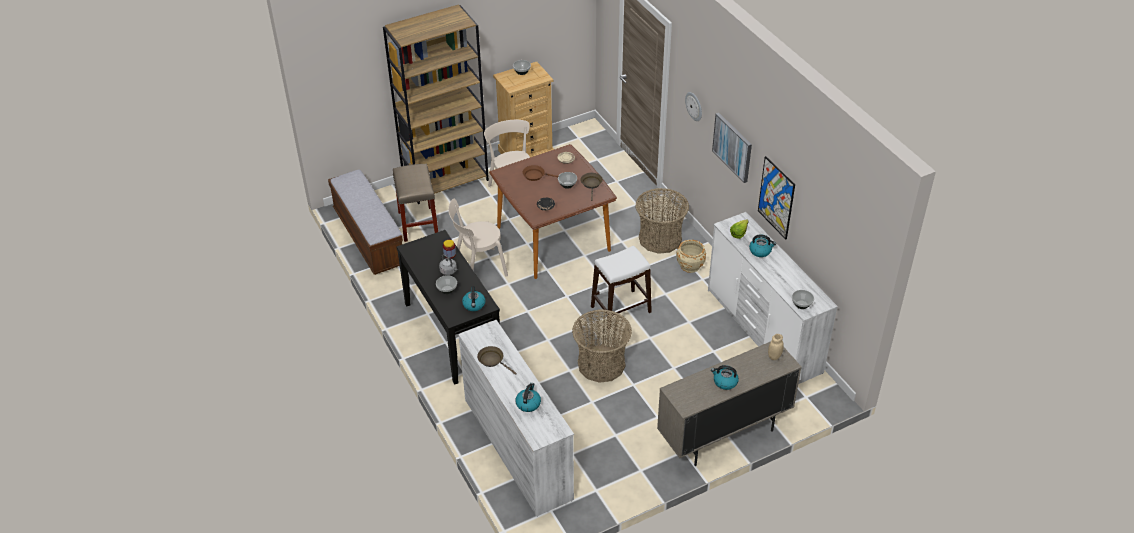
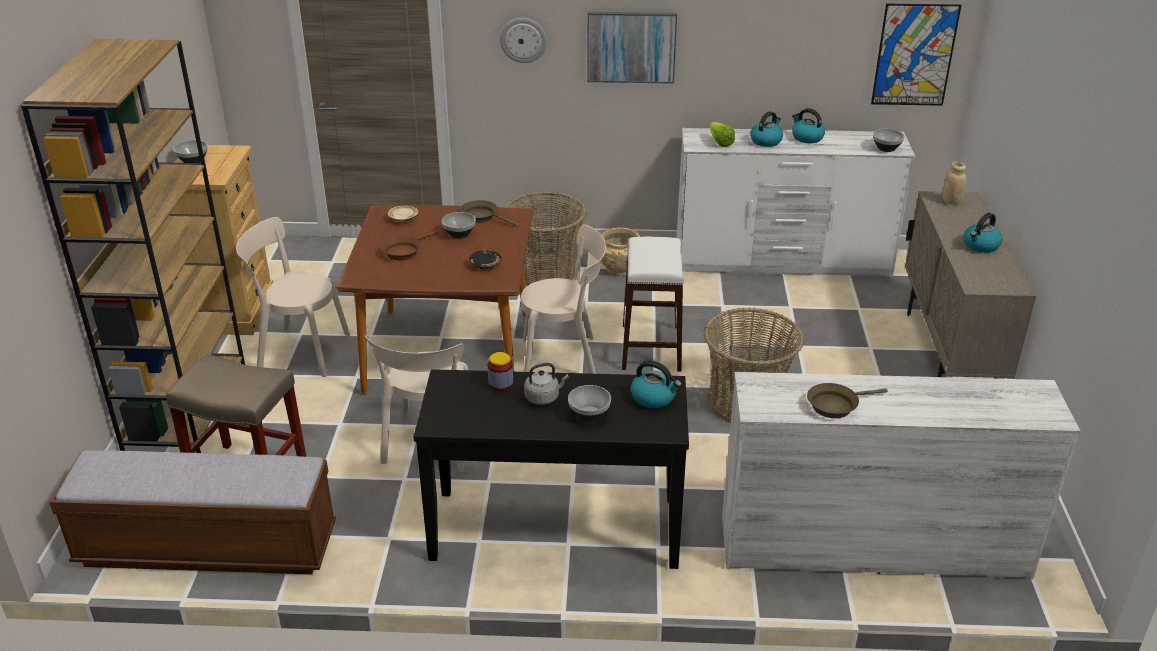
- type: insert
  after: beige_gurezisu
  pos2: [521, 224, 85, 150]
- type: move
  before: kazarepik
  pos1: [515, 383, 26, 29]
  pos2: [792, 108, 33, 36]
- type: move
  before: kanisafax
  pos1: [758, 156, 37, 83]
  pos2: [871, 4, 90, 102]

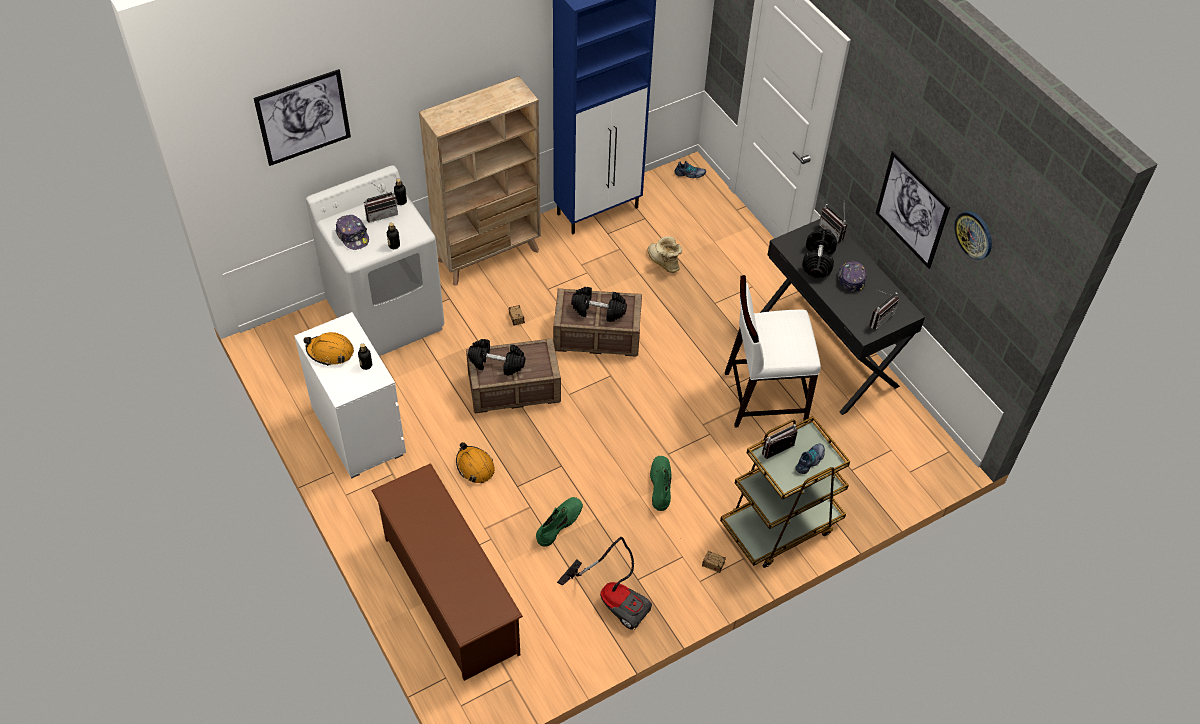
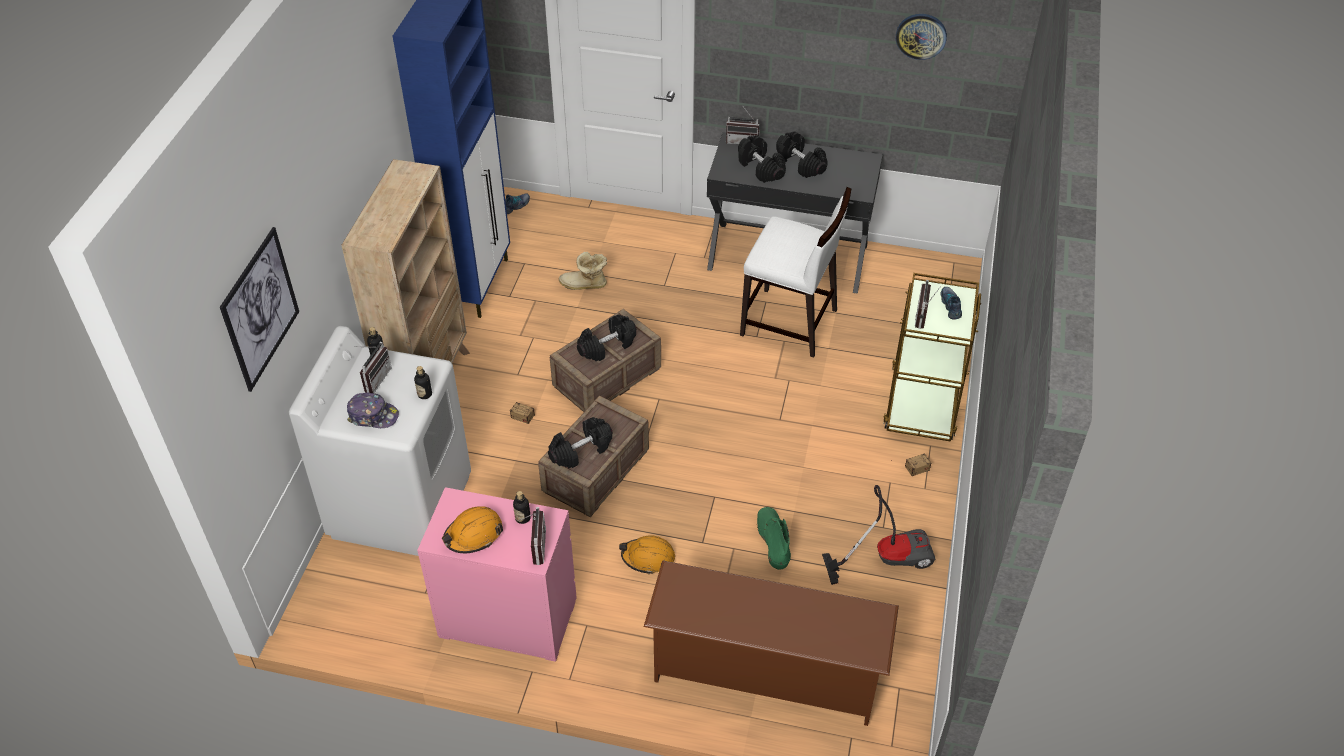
- type: delete
  before: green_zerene
  pos1: [650, 456, 22, 55]
- type: delete
  before: kanisafax
  pos1: [876, 151, 74, 118]
- type: move
  before: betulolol
  pos1: [869, 290, 30, 40]
  pos2: [518, 507, 28, 58]
- type: replace
  before: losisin
  after: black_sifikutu
  pos1: [838, 261, 29, 31]
  pos2: [776, 131, 52, 47]
- type: recolor
  before: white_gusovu
  after: pink_gusovu
  pos1: [294, 312, 112, 166]
  pos2: [417, 487, 160, 175]
- type: rotate
  before: white_gurezisu
  pos1: [725, 275, 96, 152]
  pos2: [740, 187, 111, 170]
  turn: -105

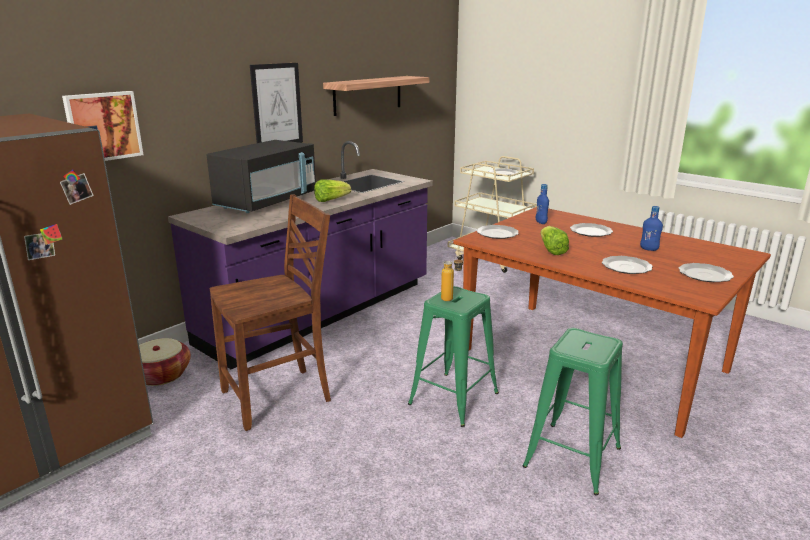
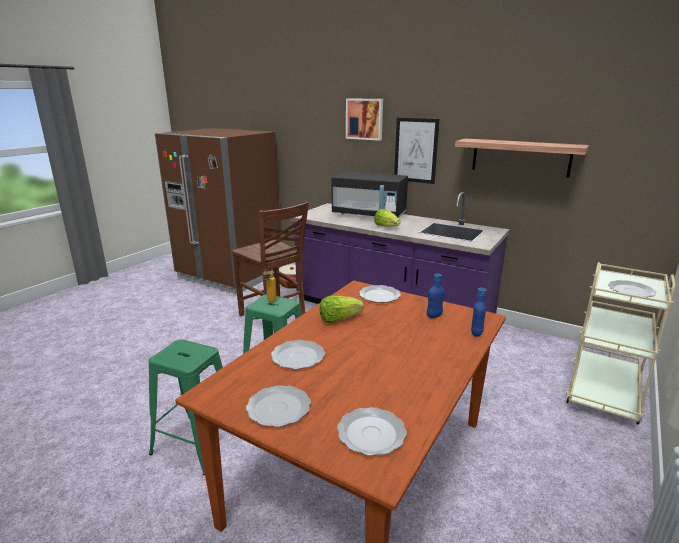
- type: move
  before: kanisafax
  pos1: [62, 91, 82, 70]
  pos2: [346, 98, 37, 43]
- type: move
  before: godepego
  pos1: [570, 223, 43, 14]
  pos2: [337, 407, 70, 49]
- type: move
  before: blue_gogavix
  pos1: [640, 206, 23, 45]
  pos2: [471, 288, 15, 49]

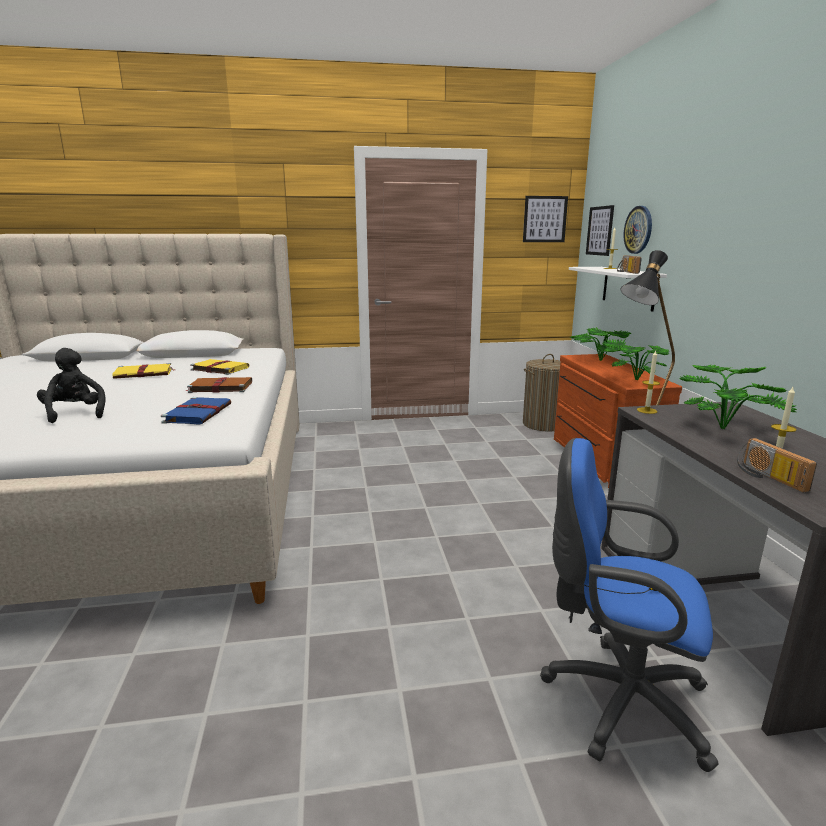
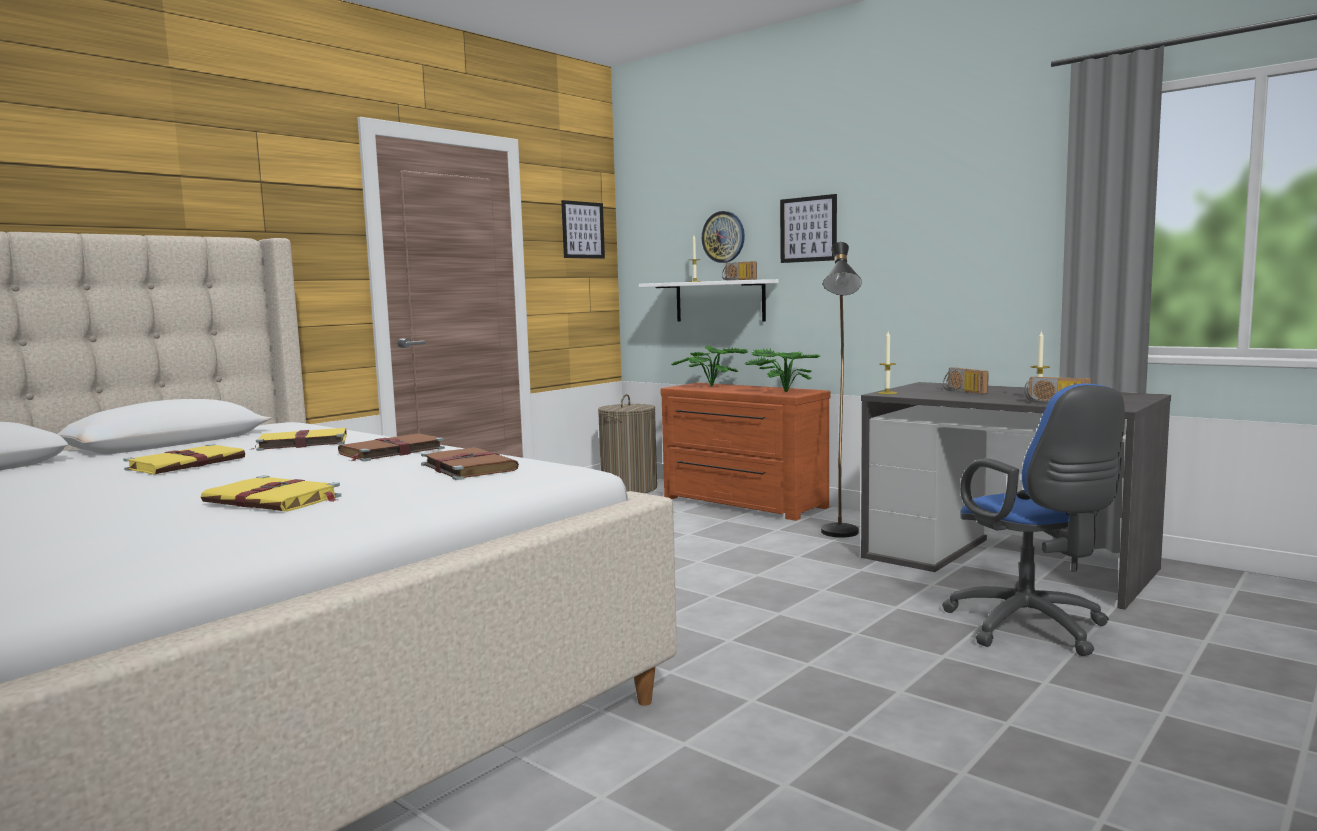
- type: move
  before: kanisafax
  pos1: [586, 205, 28, 51]
  pos2: [780, 194, 57, 69]
- type: replace
  before: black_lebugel
  after: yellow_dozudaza
  pos1: [37, 348, 69, 75]
  pos2: [201, 475, 140, 36]
- type: replace
  before: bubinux
  after: betulolol
  pos1: [680, 365, 118, 64]
  pos2: [943, 367, 46, 27]
- type: recolor
  before: blue_dozudaza
  after: brown_dozudaza
  pos1: [161, 397, 70, 27]
  pos2: [421, 447, 98, 33]
- type: rotate
  before: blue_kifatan
  pos1: [540, 438, 178, 334]
  pos2: [942, 383, 183, 273]
  turn: -90

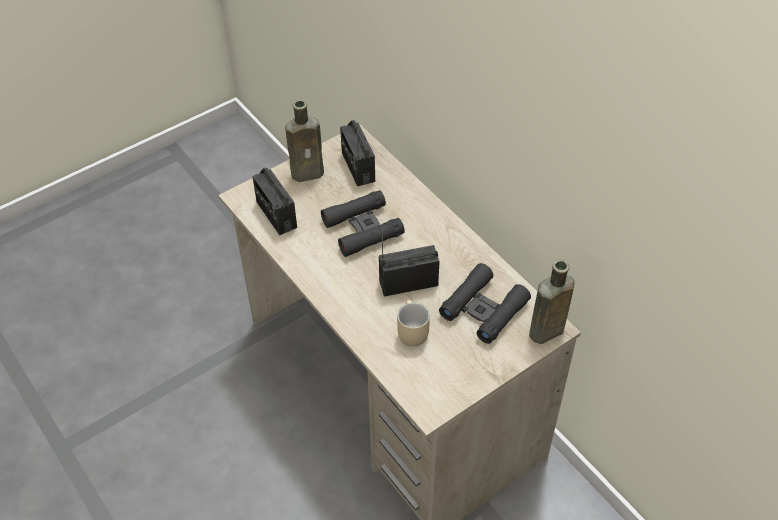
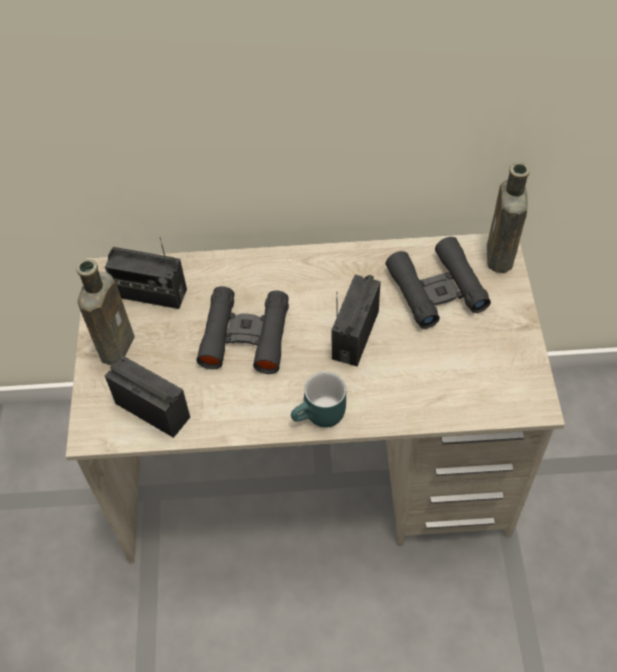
- type: delete
  before: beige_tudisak
  pos1: [397, 300, 33, 46]
- type: insert
  after: turquoise_tudisak
  pos2: [291, 372, 55, 55]
- type: rotate
  before: betulolol
  pos1: [252, 168, 45, 67]
  pos2: [105, 325, 85, 113]
  turn: -150

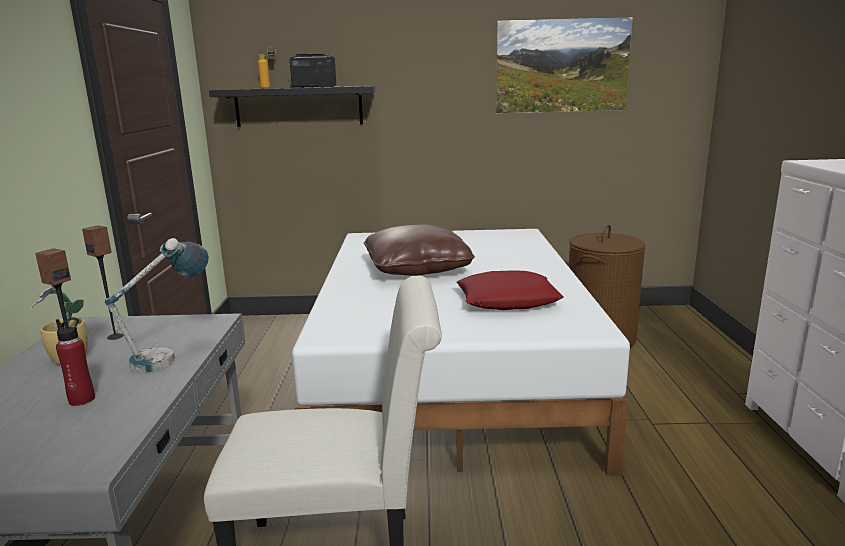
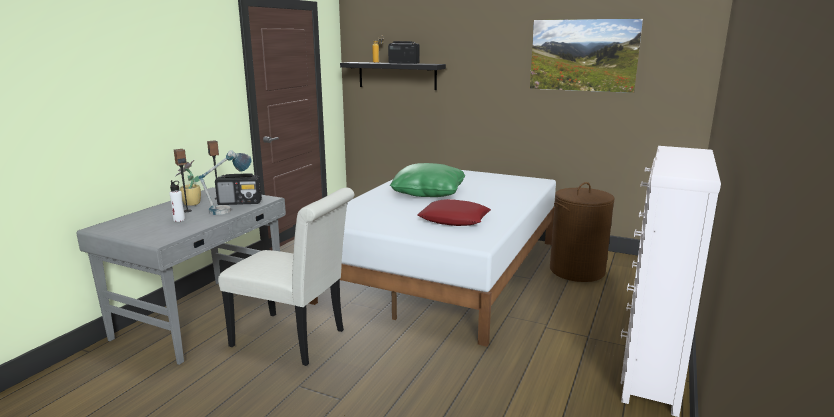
- type: insert
  after: betulolol
  pos2: [215, 173, 47, 32]
- type: recolor
  before: red_gogavix
  after: white_gogavix
  pos1: [56, 317, 39, 89]
  pos2: [169, 180, 16, 42]
- type: recolor
  before: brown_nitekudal
  after: green_nitekudal
  pos1: [364, 225, 111, 51]
  pos2: [390, 163, 75, 34]

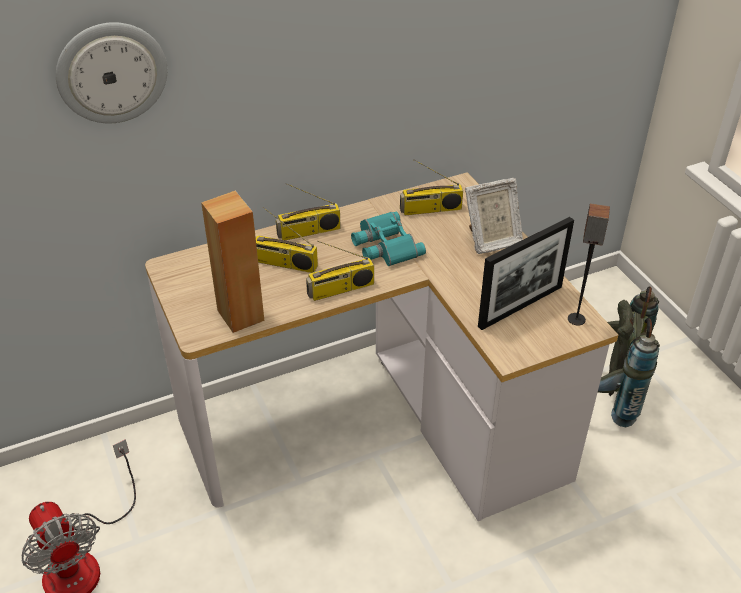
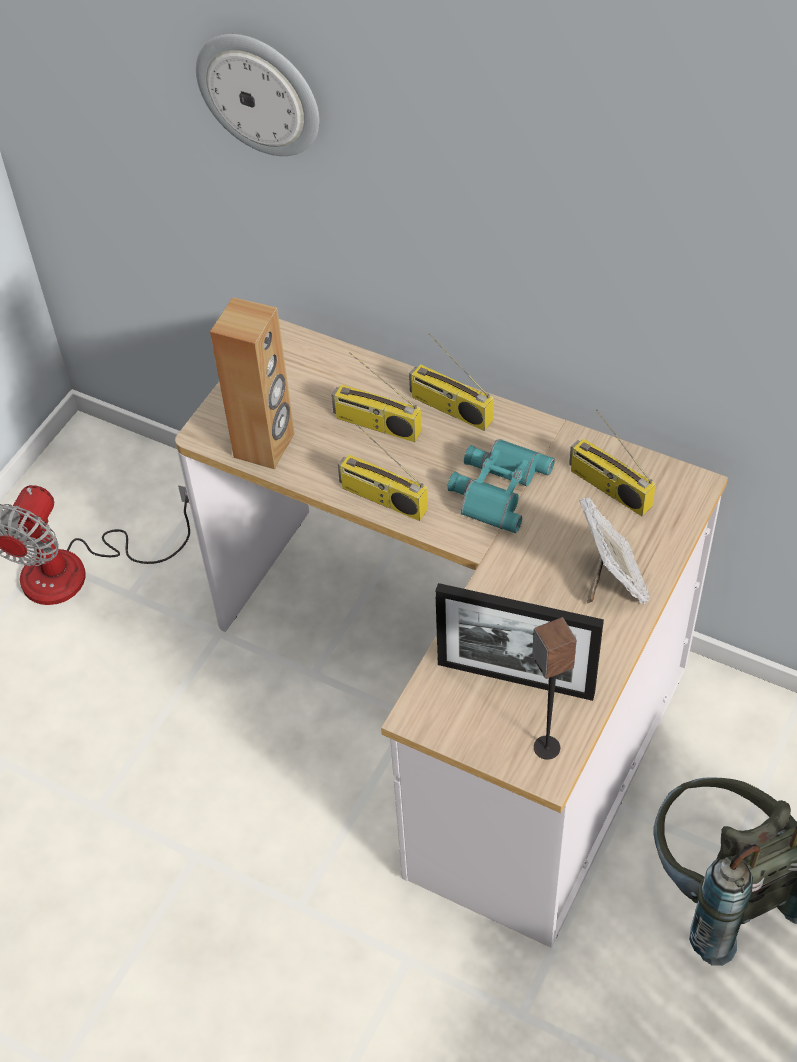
- type: rotate
  before: betulolol
  pos1: [256, 207, 62, 66]
  pos2: [332, 352, 90, 90]
  turn: -45
- type: rotate
  before: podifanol
  pos1: [465, 178, 58, 76]
  pos2: [579, 497, 71, 108]
  turn: -135

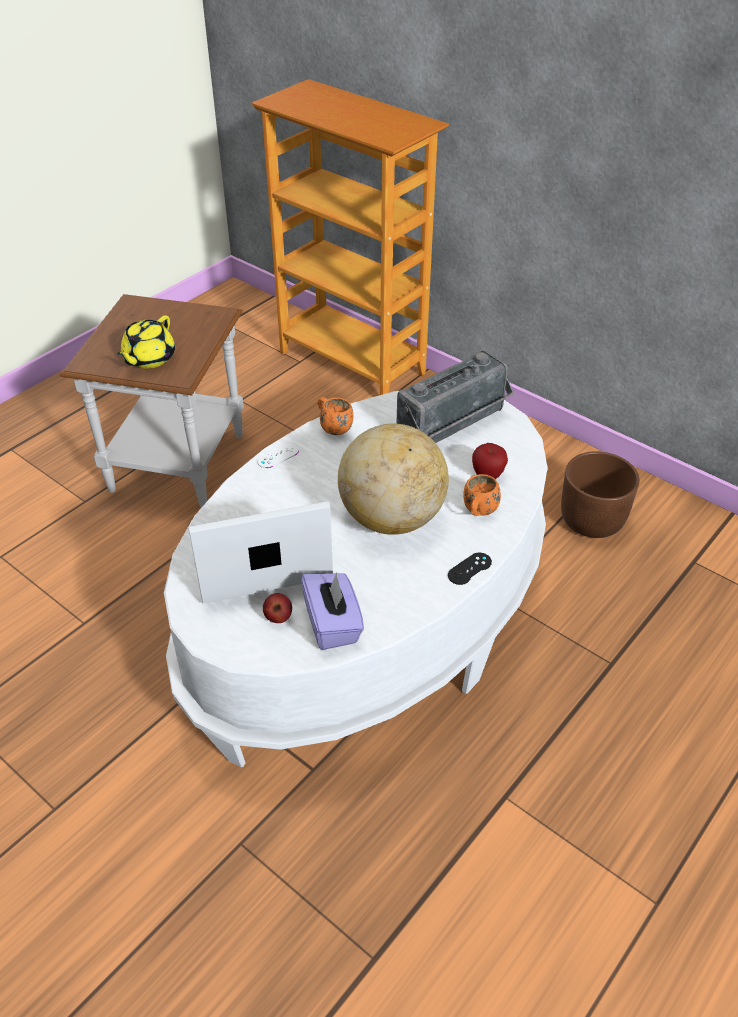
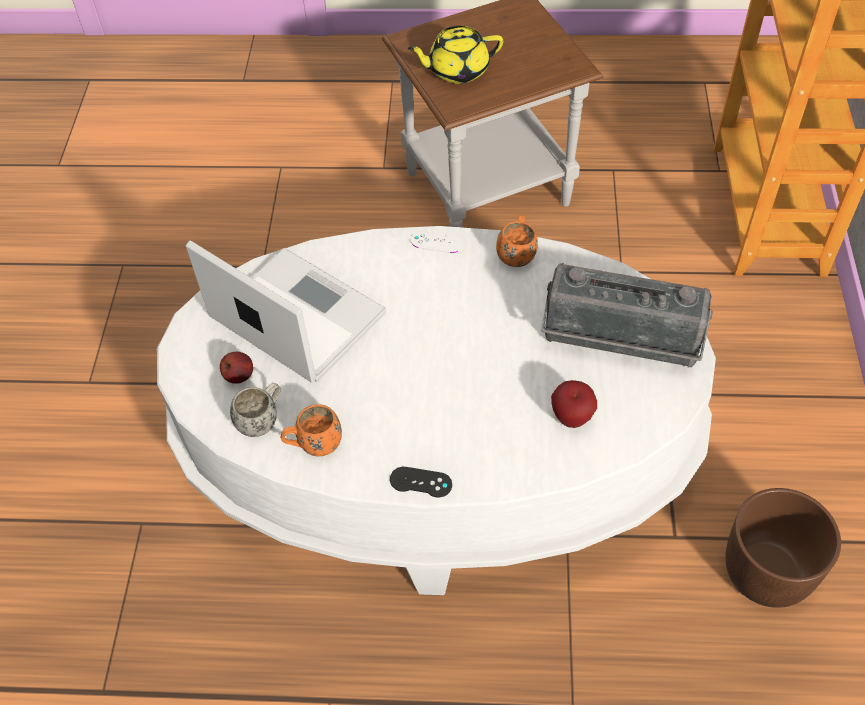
- type: delete
  before: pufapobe
  pos1: [338, 424, 111, 111]
- type: move
  before: orange_tudisak
  pos1: [463, 474, 38, 42]
  pos2: [280, 404, 62, 52]
- type: replace
  before: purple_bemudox
  after: white_tudisak
  pos1: [301, 572, 63, 78]
  pos2: [230, 383, 51, 54]

